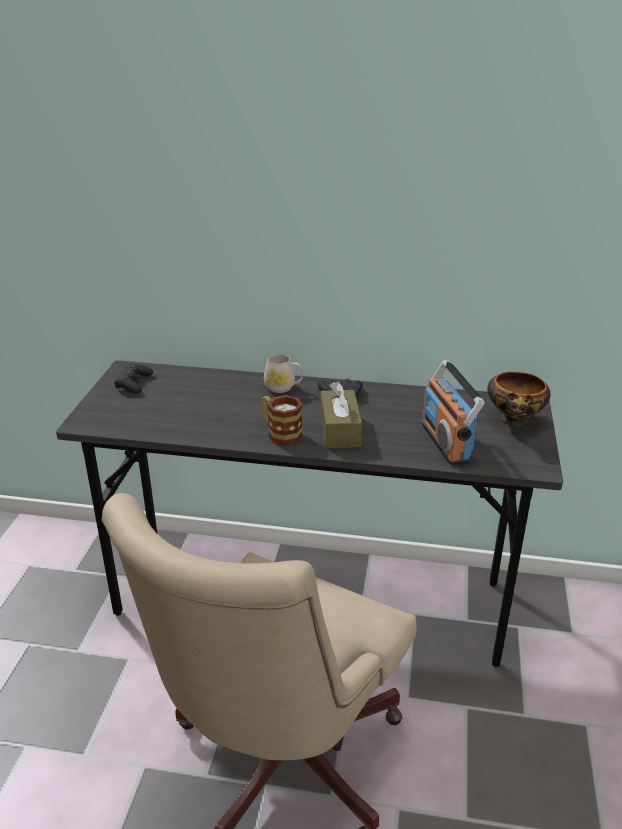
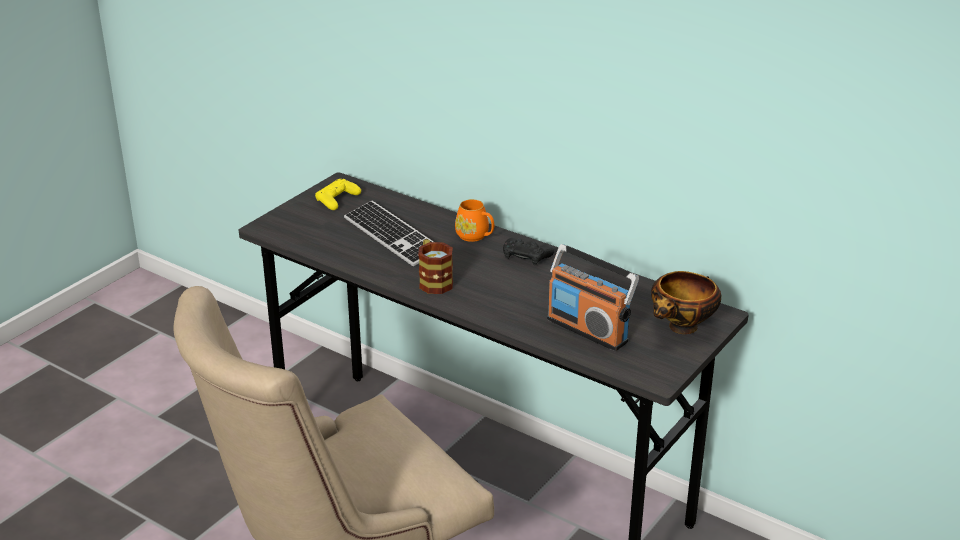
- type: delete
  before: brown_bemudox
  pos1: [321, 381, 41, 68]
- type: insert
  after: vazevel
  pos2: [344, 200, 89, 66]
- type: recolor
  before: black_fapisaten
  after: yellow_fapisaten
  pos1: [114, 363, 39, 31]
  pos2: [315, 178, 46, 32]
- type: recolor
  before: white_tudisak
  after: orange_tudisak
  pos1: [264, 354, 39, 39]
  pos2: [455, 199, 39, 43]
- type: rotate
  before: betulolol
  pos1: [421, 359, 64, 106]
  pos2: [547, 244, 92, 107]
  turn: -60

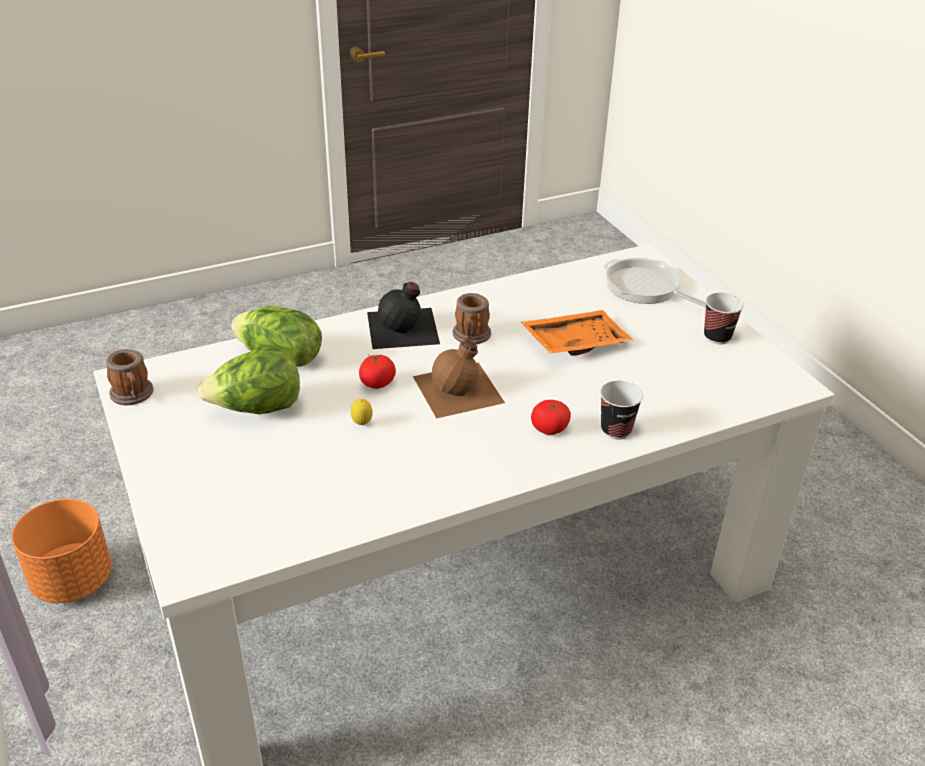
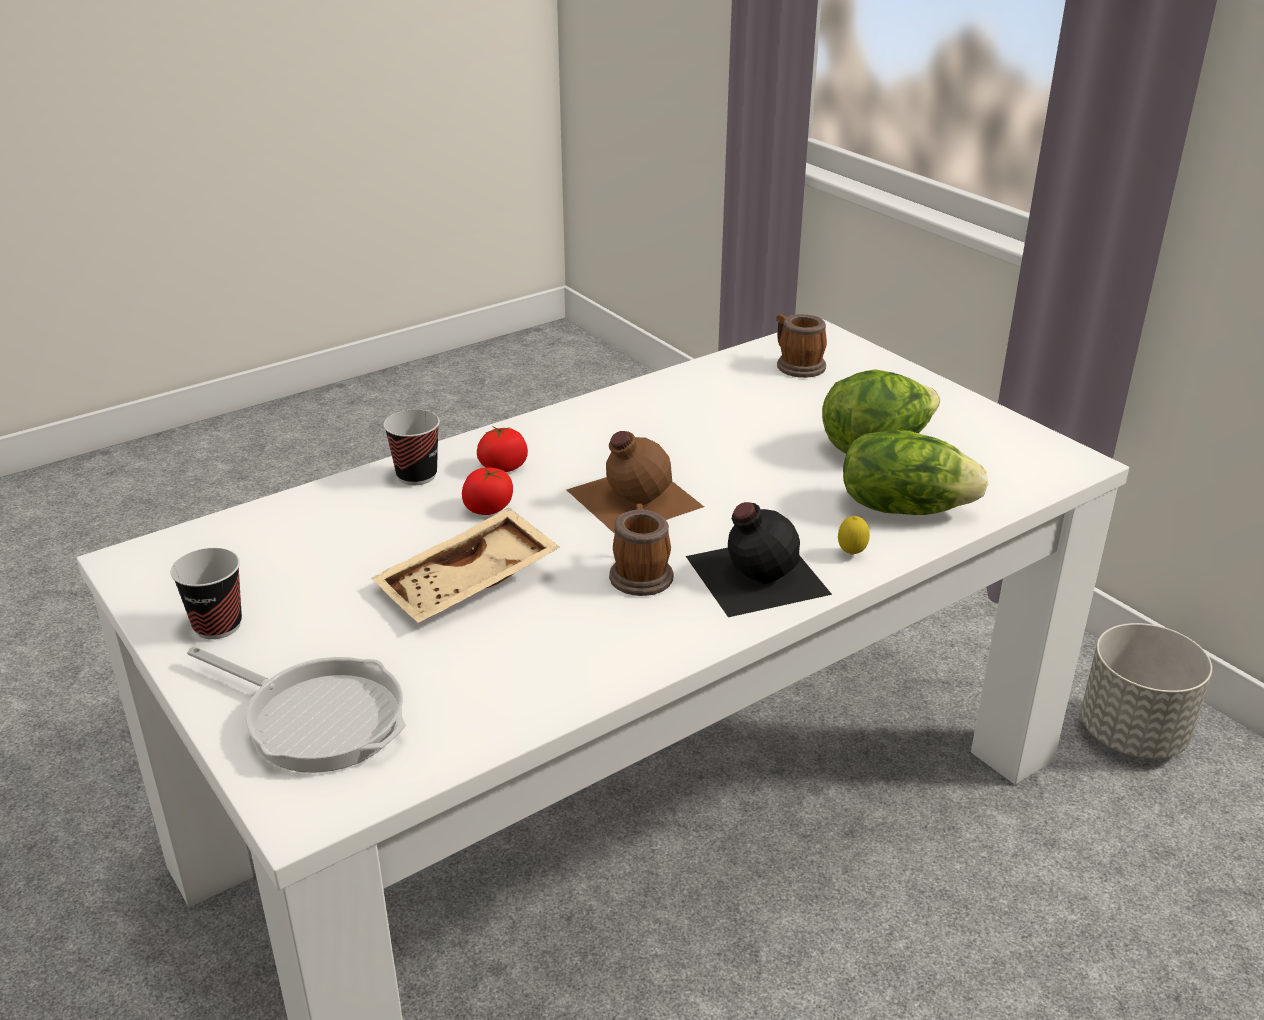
- type: move
  before: tudisak
  pos1: [106, 349, 48, 56]
  pos2: [776, 314, 51, 64]
- type: move
  before: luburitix
  pos1: [351, 399, 22, 26]
  pos2: [838, 516, 32, 39]
- type: move
  before: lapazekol
  pos1: [359, 354, 37, 35]
  pos2: [462, 467, 51, 48]
- type: recolor
  before: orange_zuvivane
  after: grey_zuvivane
  pos1: [12, 499, 100, 104]
  pos2: [1081, 623, 131, 136]
- type: recolor
  before: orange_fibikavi
  after: beige_fibikavi
  pos1: [521, 310, 113, 46]
  pos2: [371, 508, 190, 115]

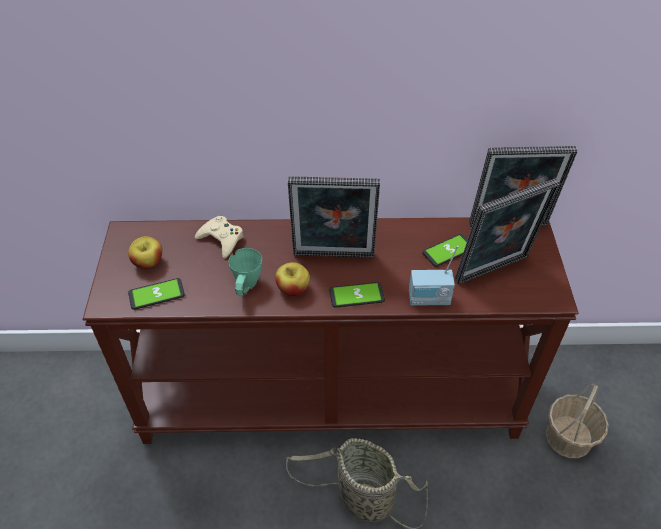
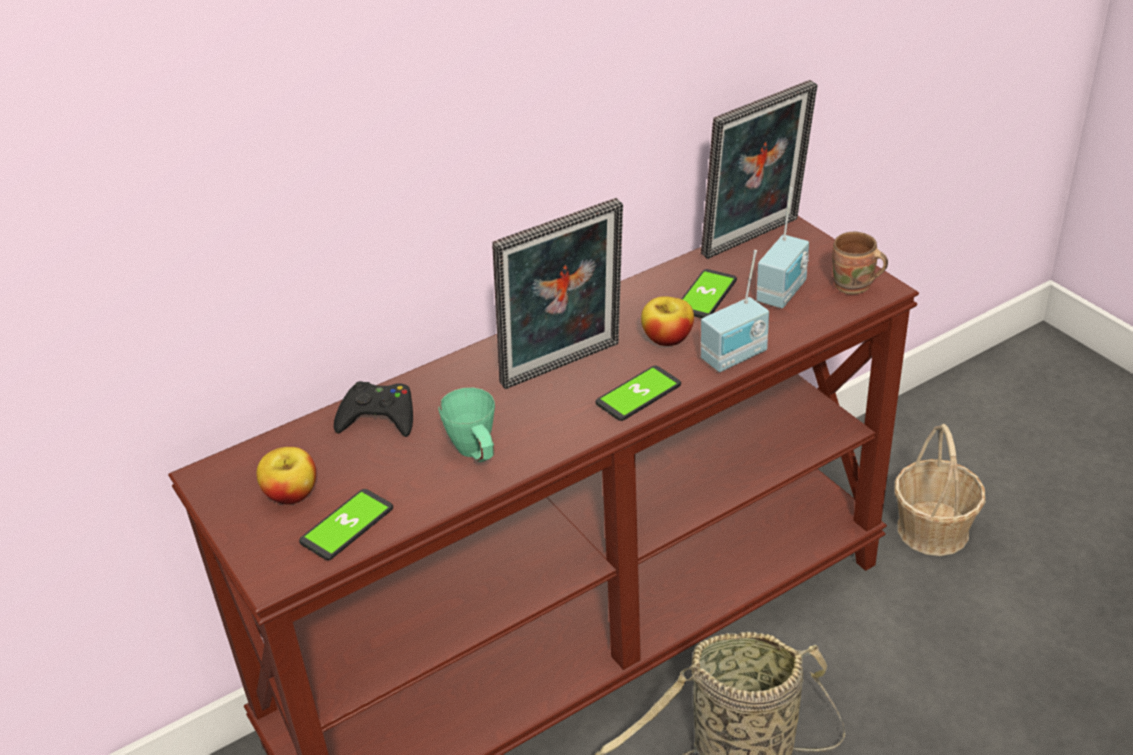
- type: insert
  after: brown_tudisak
  pos2: [832, 231, 56, 64]
- type: move
  before: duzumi
  pos1: [275, 262, 35, 34]
  pos2: [641, 296, 53, 50]
- type: replace
  before: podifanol
  after: betulolol
  pos1: [455, 178, 105, 106]
  pos2: [756, 187, 53, 121]
- type: recolor
  before: beige_fapisaten
  after: black_fapisaten
  pos1: [195, 216, 48, 43]
  pos2: [334, 381, 79, 56]

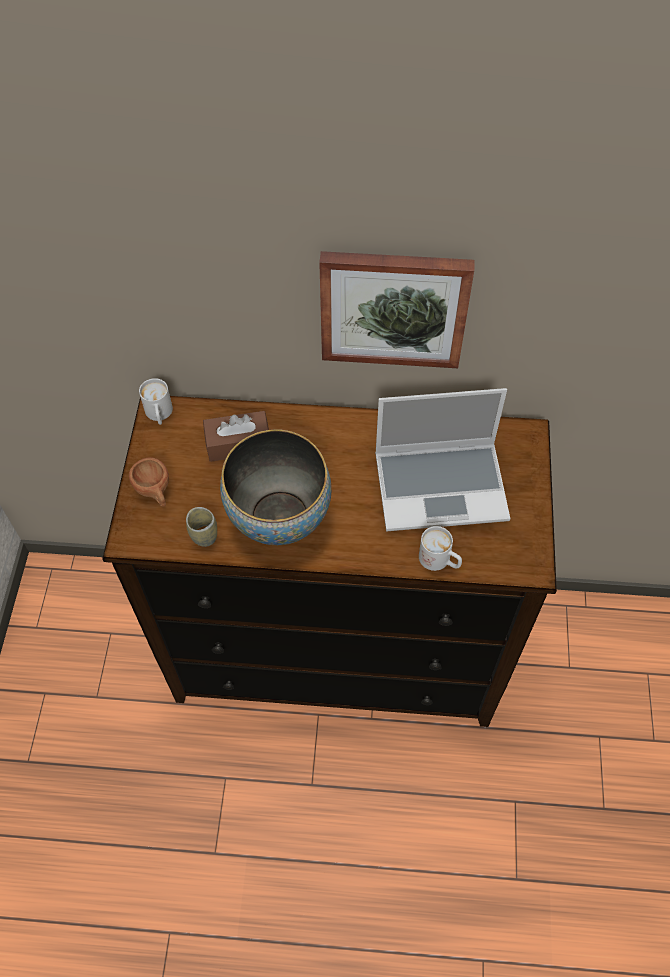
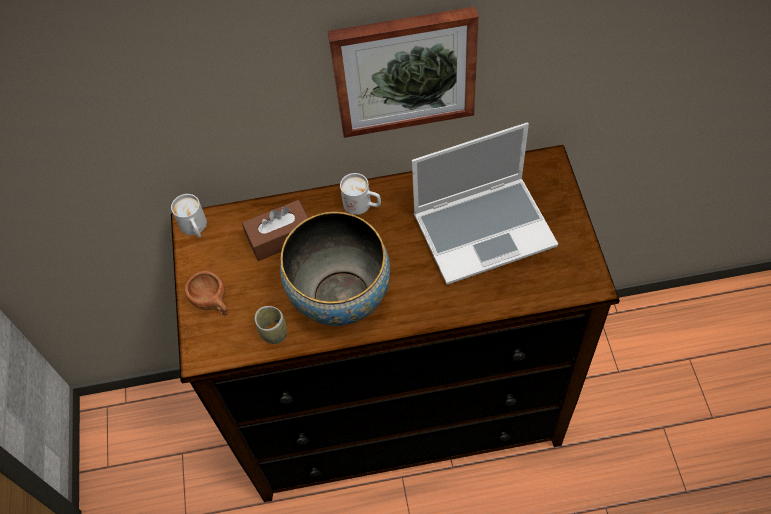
- type: move
  before: white_tudisak
  pos1: [419, 526, 43, 45]
  pos2: [340, 173, 41, 42]

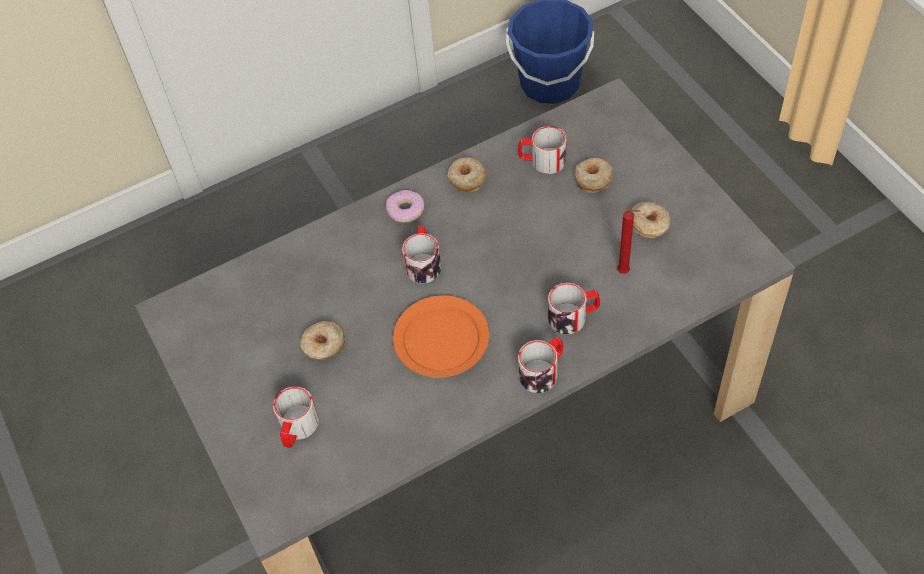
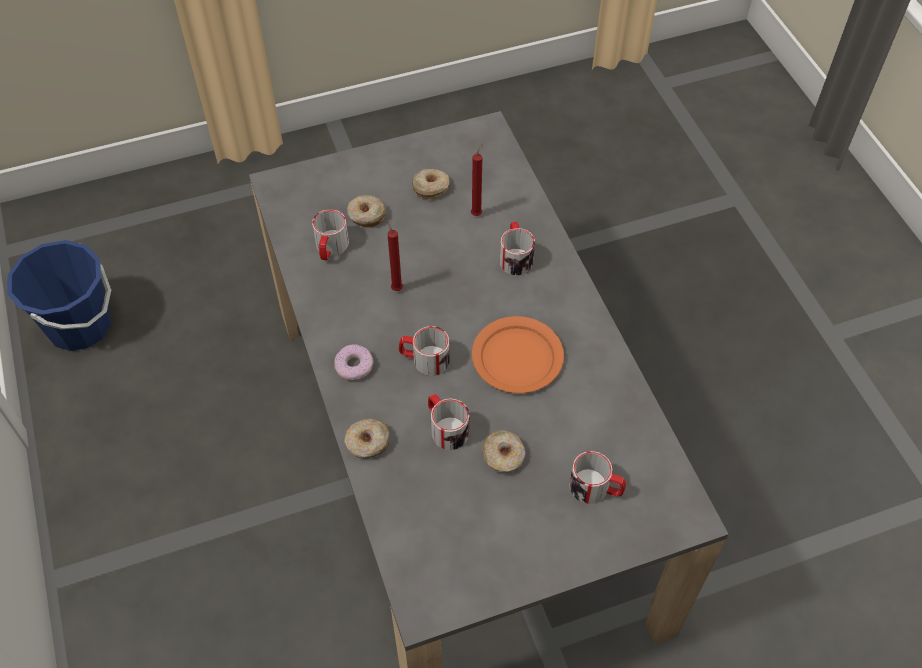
- type: insert
  after: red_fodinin
  pos2: [388, 219, 15, 72]
- type: move
  before: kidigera
  pos1: [447, 157, 39, 35]
  pos2: [344, 419, 46, 40]
- type: move
  before: tudisak
  pos1: [518, 337, 46, 56]
  pos2: [428, 394, 41, 56]

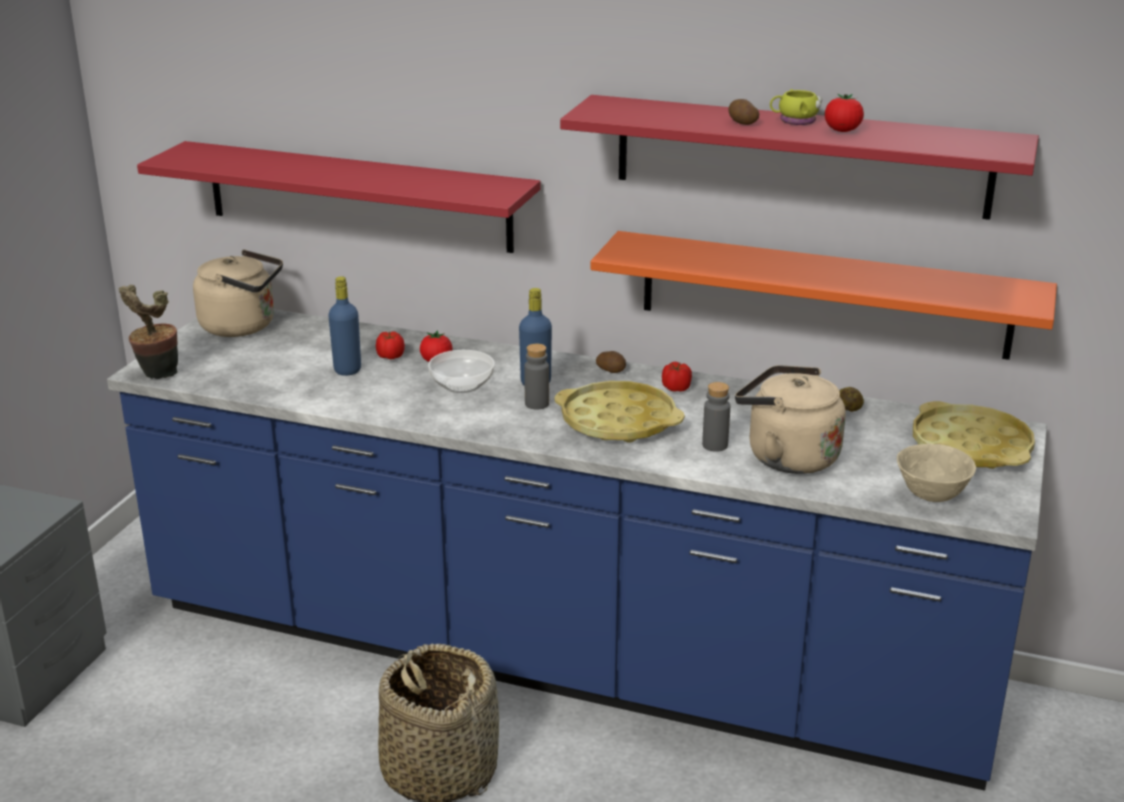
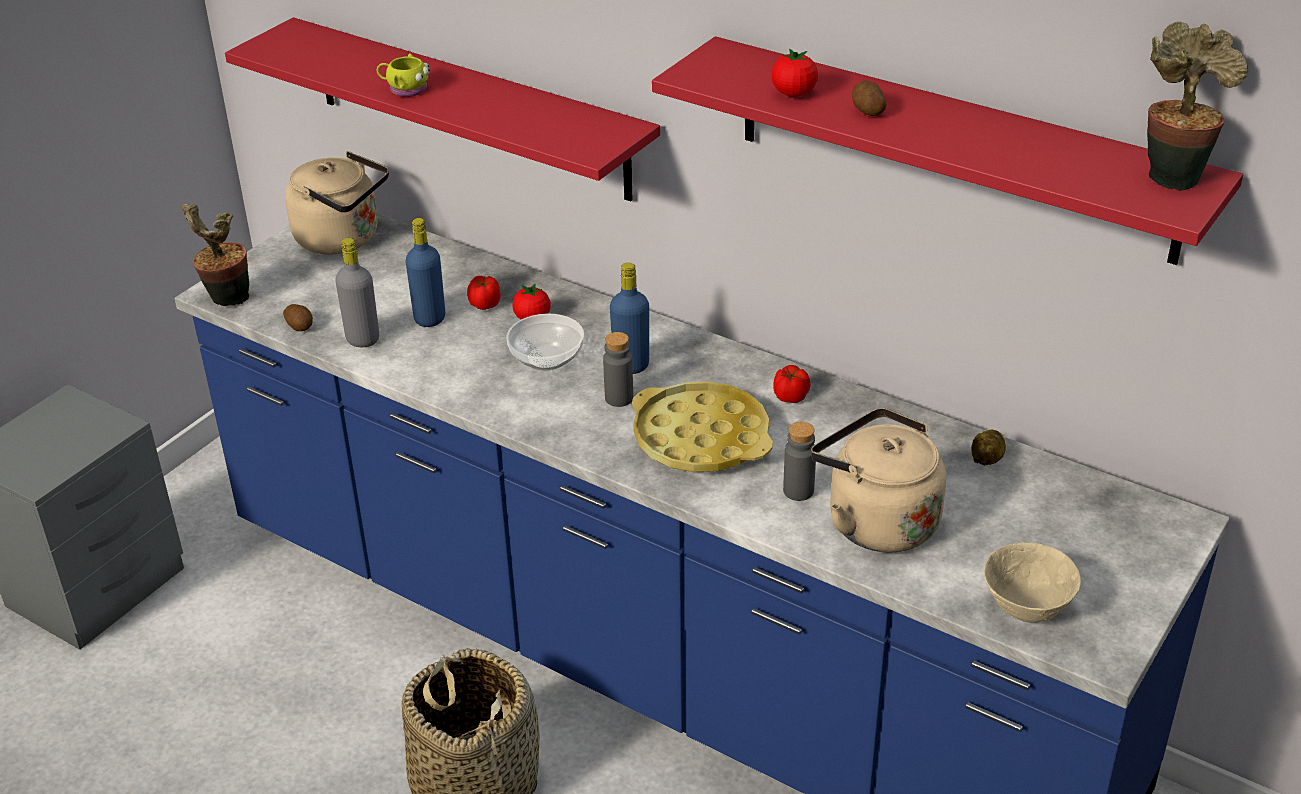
- type: delete
  before: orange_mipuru
  pos1: [591, 231, 466, 129]
- type: delete
  before: yellow_fibikavi
  pos1: [913, 401, 122, 68]
- type: insert
  after: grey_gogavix
  pos2: [335, 238, 44, 109]
- type: insert
  after: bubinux
  pos2: [1147, 21, 101, 170]
- type: move
  before: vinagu
  pos1: [596, 351, 30, 22]
  pos2: [283, 304, 30, 27]
- type: move
  before: yellow_tudisak
  pos1: [770, 89, 52, 36]
  pos2: [377, 53, 53, 44]
- type: move
  before: lapazekol
  pos1: [825, 94, 39, 38]
  pos2: [771, 49, 47, 48]

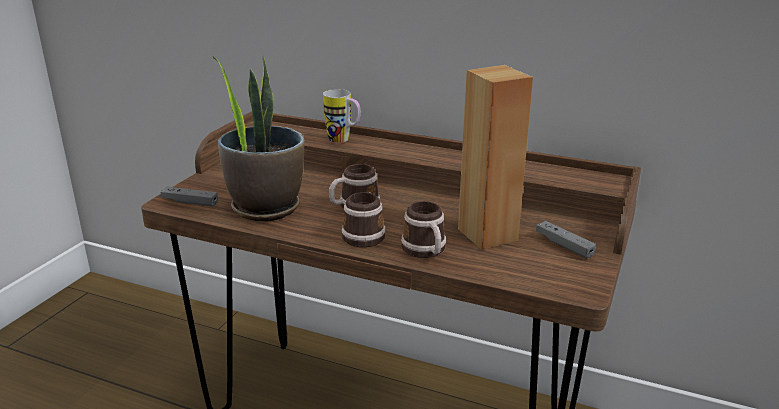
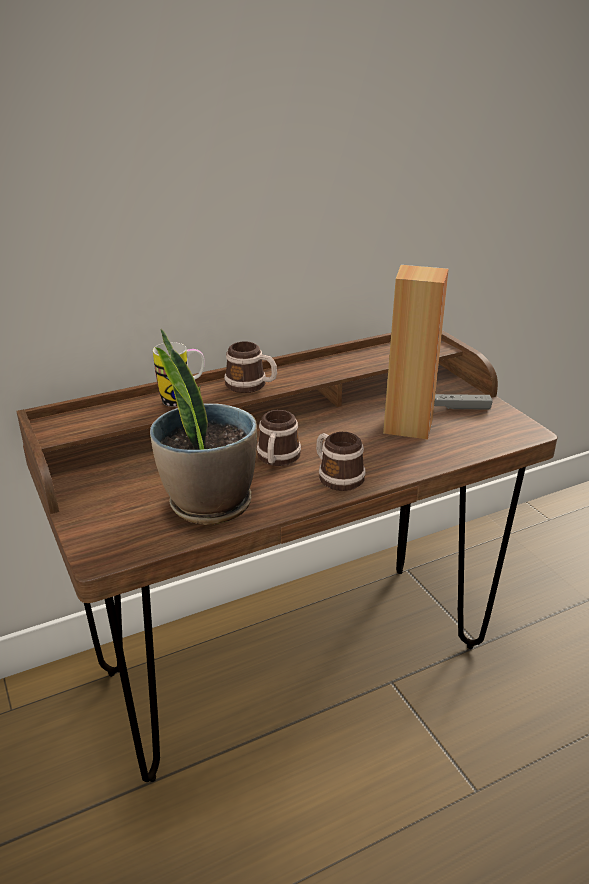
- type: delete
  before: grey_fapisaten
  pos1: [160, 187, 58, 19]
- type: move
  before: tudisak
  pos1: [401, 201, 45, 57]
  pos2: [224, 341, 53, 52]

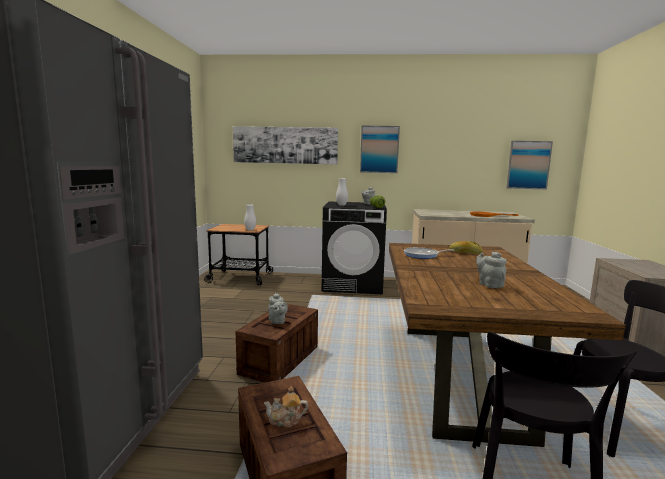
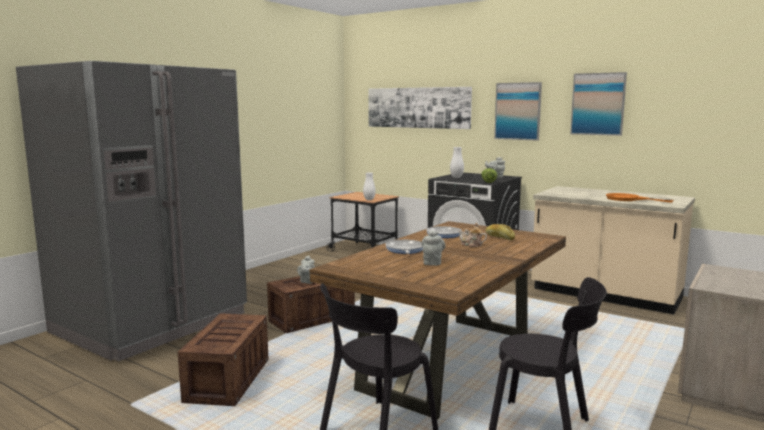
- type: insert
  after: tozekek
  pos2: [385, 240, 38, 14]
- type: move
  before: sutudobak
  pos1: [264, 386, 44, 41]
  pos2: [459, 223, 28, 24]
- type: move
  before: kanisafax
  pos1: [506, 141, 47, 48]
  pos2: [570, 72, 57, 64]

